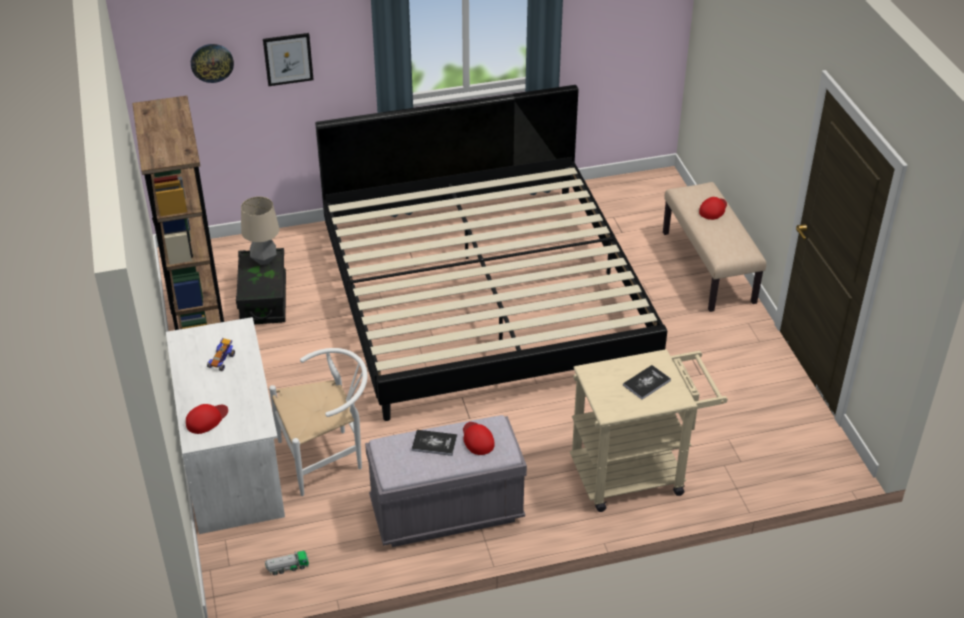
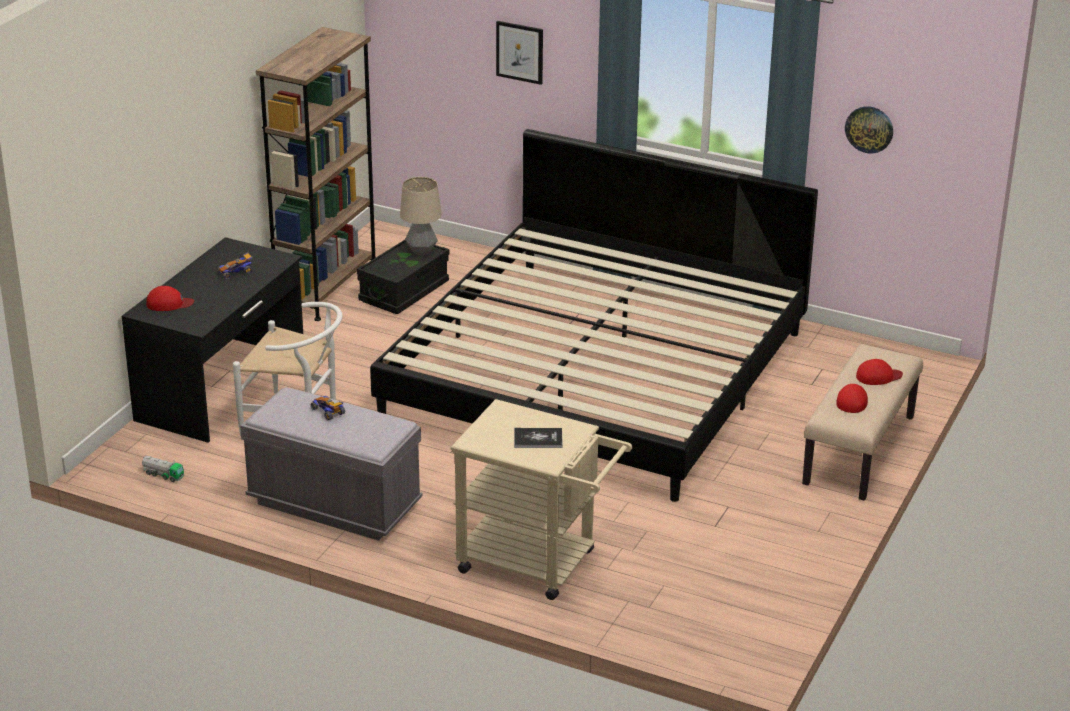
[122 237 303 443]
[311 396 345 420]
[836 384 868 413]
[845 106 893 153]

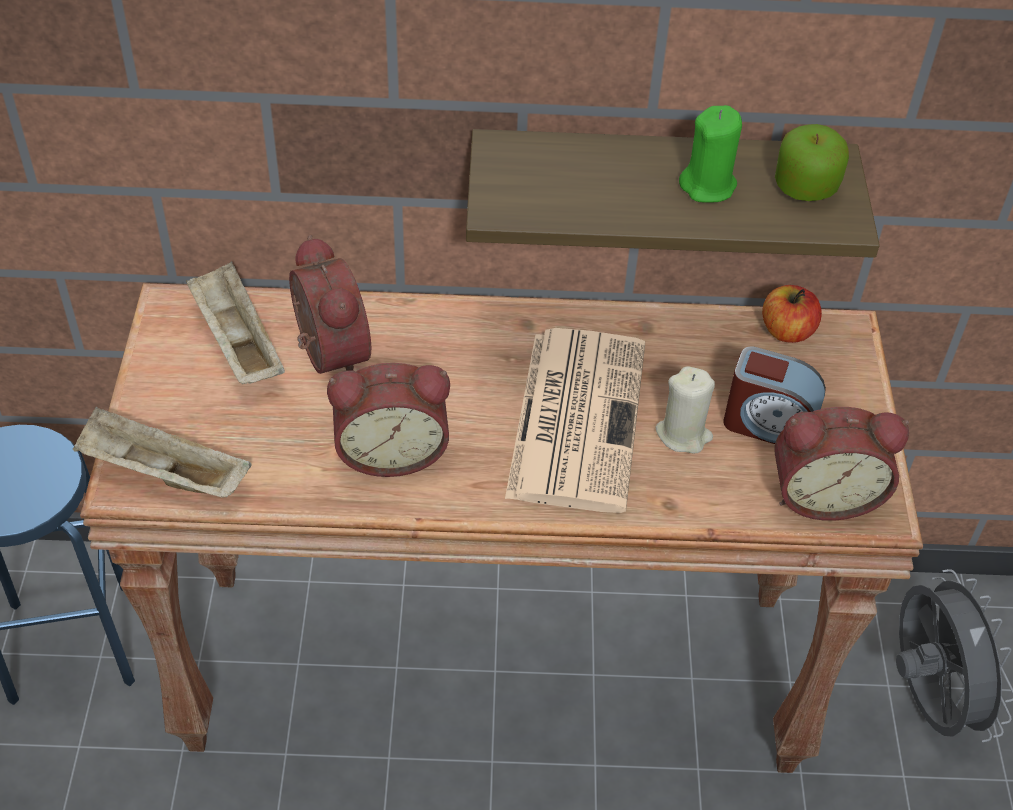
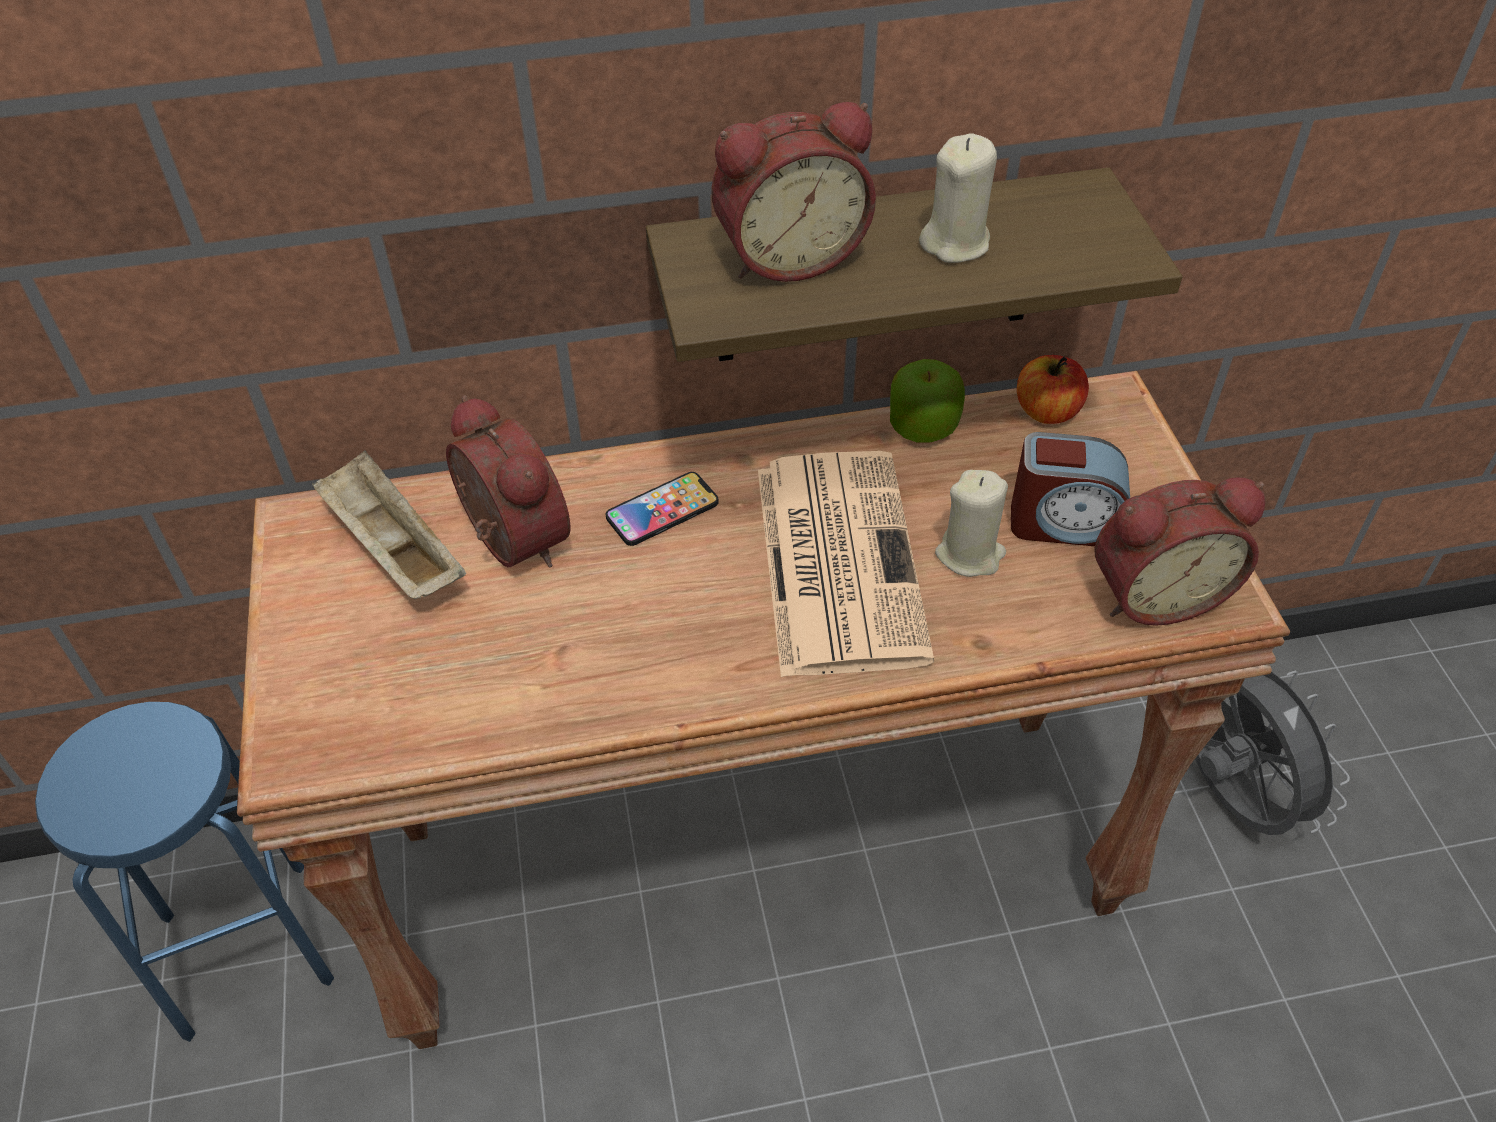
[606 472 719 546]
[711 102 876 282]
[890 359 965 443]
[919 134 997 263]
[73 406 251 497] (first image)

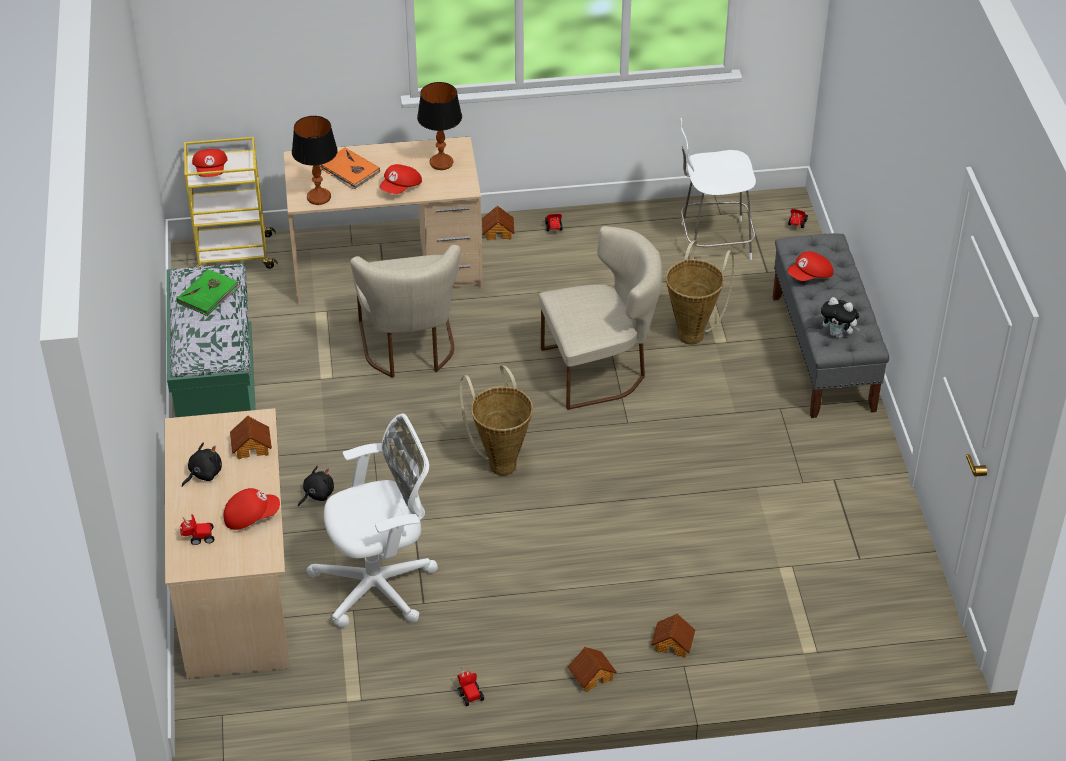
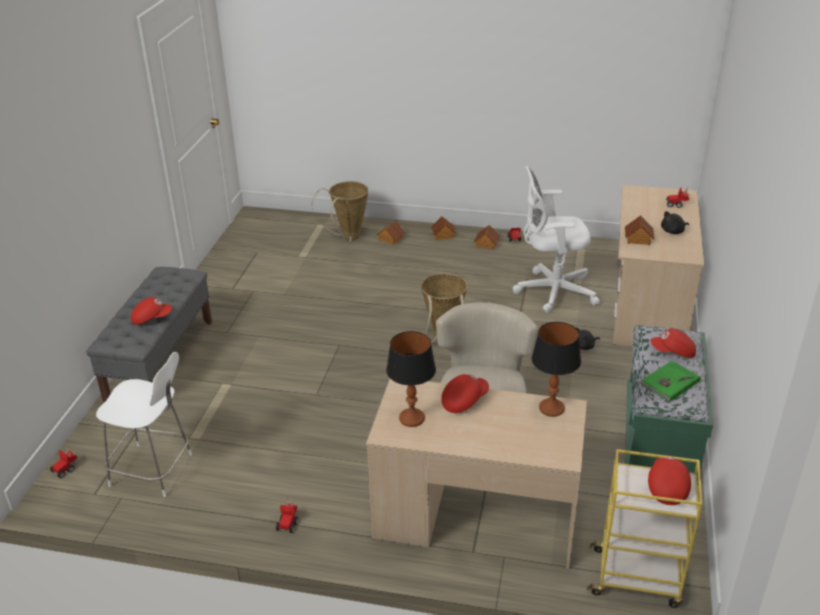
[312 181 368 242]
[474 225 500 250]
[650 329 696 358]
[320 148 380 189] (first image)
[539 226 662 410] (first image)
[821 297 860 338] (first image)

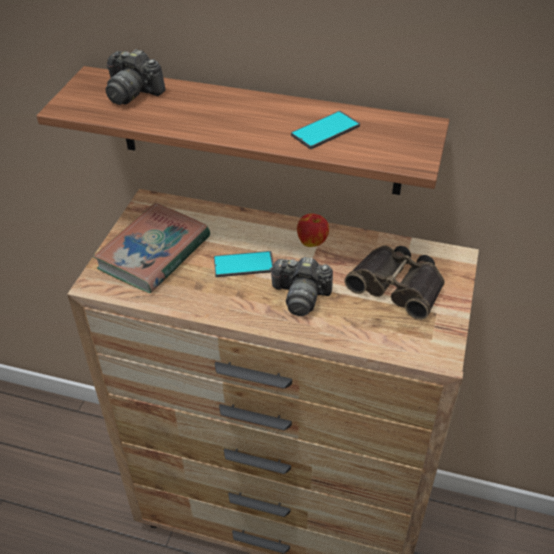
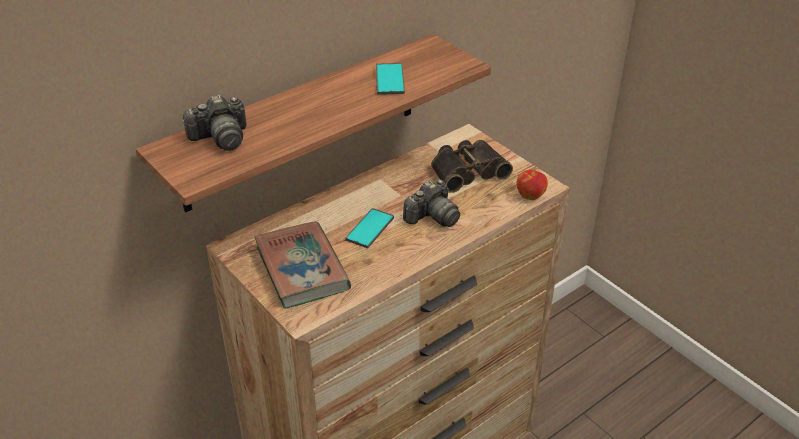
[517 170 548 200]

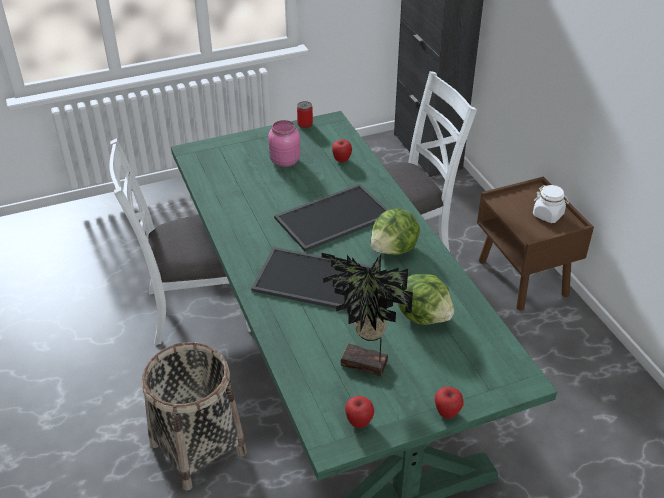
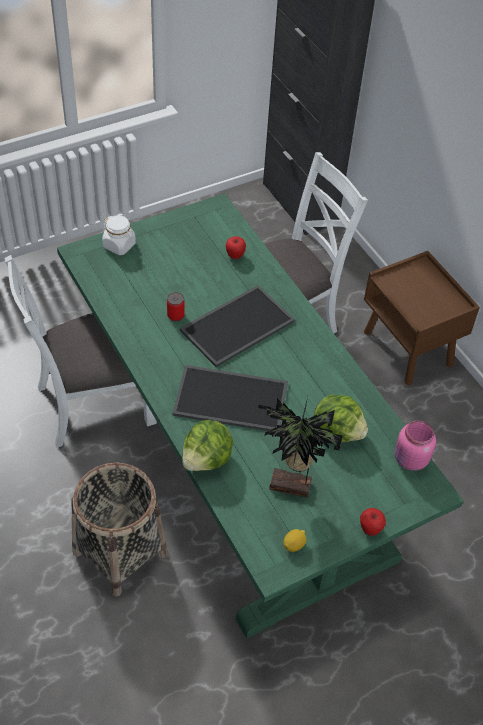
[102 215 136 255]
[167 292 185 321]
[182 420 233 471]
[283 529 306 552]
[395 421 436 471]

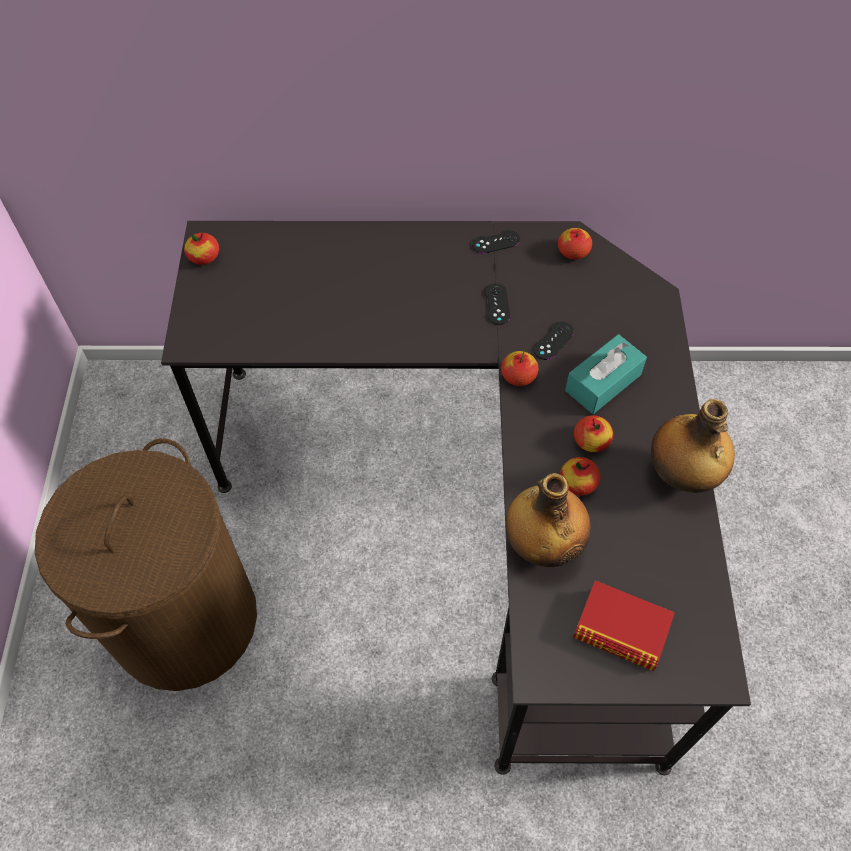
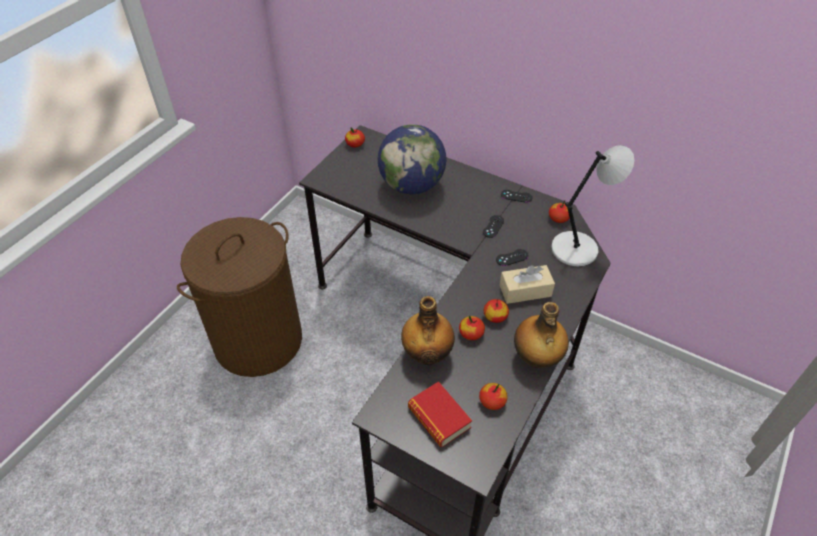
[378 124 446 194]
[479 383 508 410]
[500 265 555 304]
[551 145 634 266]

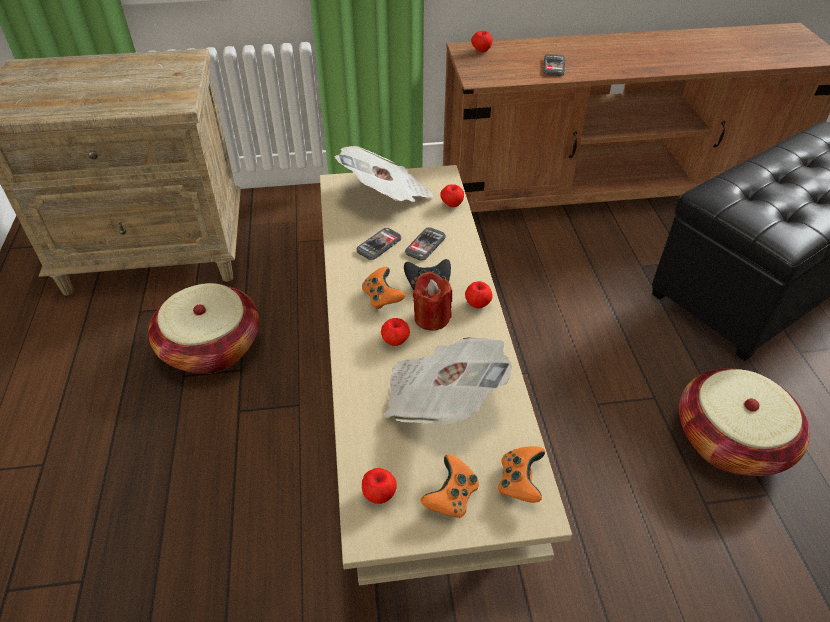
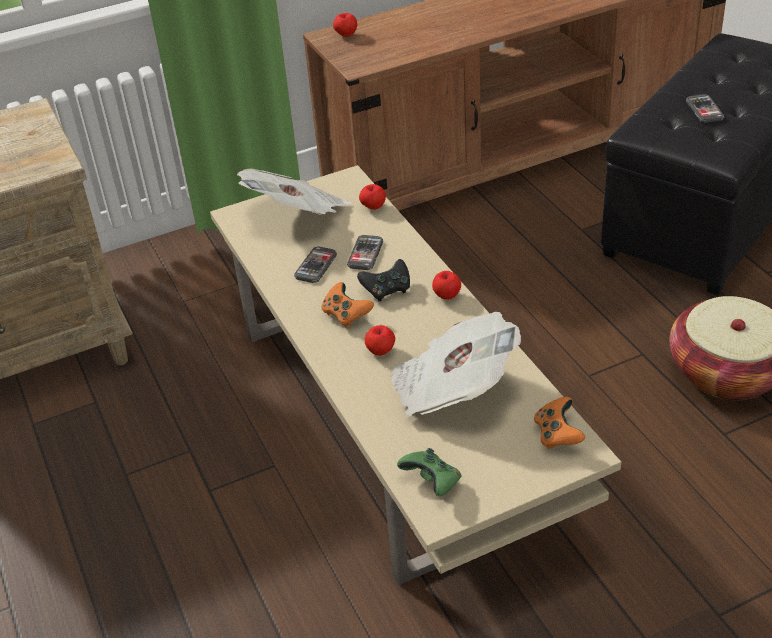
[397 448 462 496]
[686 94 724 123]
[148 283 259 374] (first image)
[413 271 452 331] (first image)
[421 454 479 518] (first image)

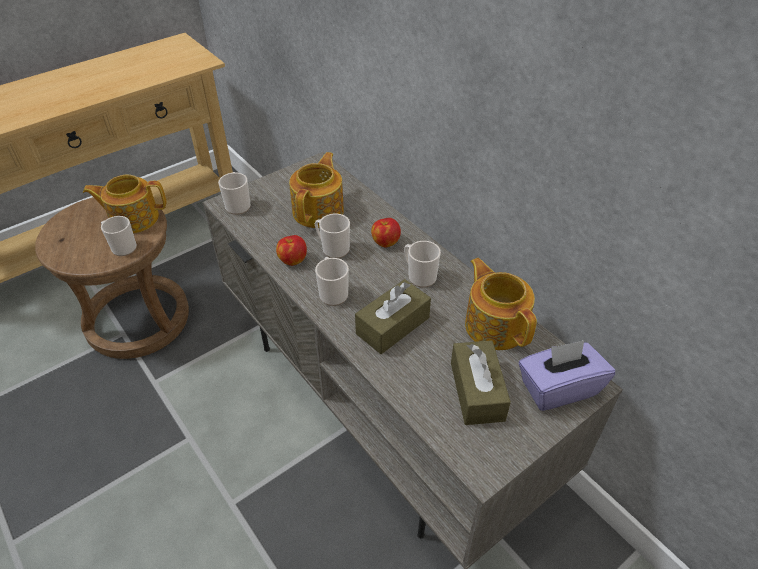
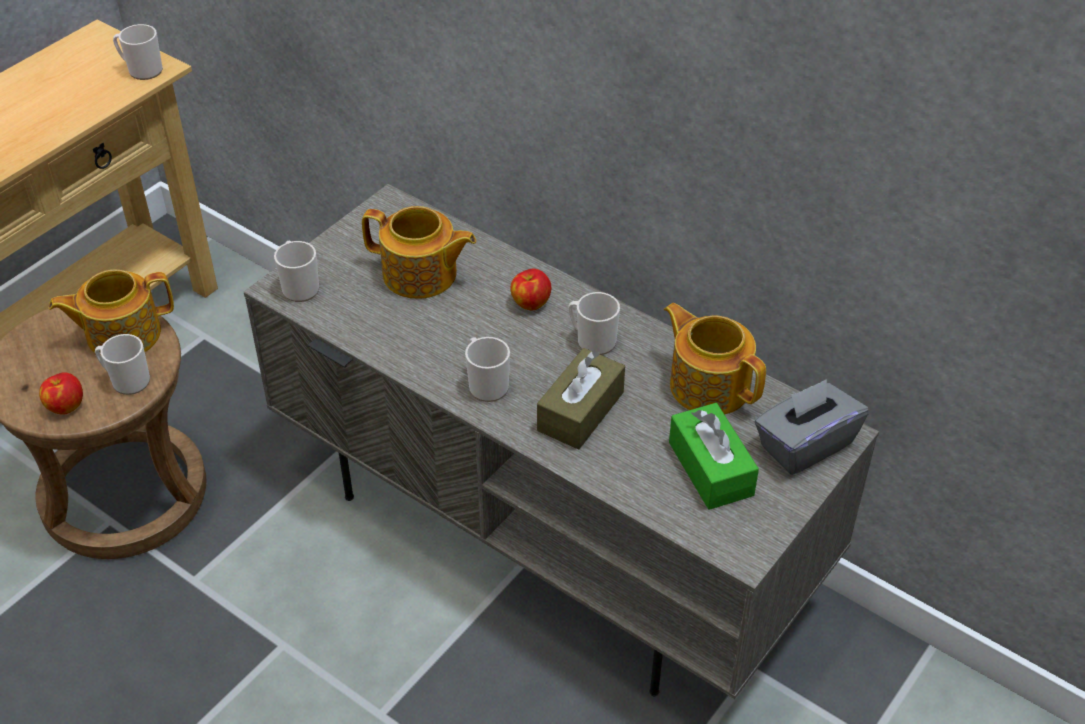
[39 372 83 415]
[113 24 163 80]
[362 206 476 299]
[669 403 759 510]
[754 379 869 475]

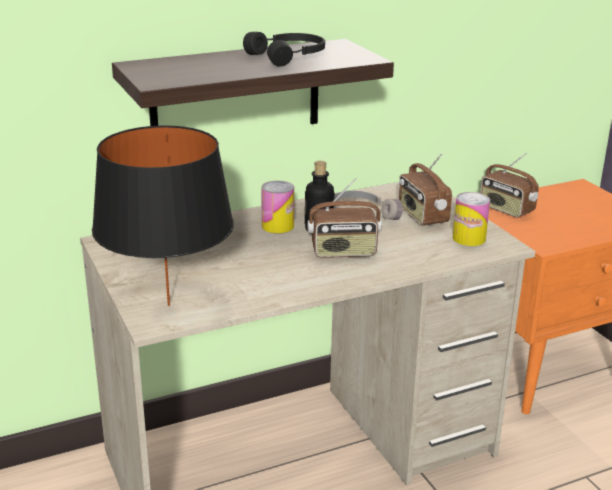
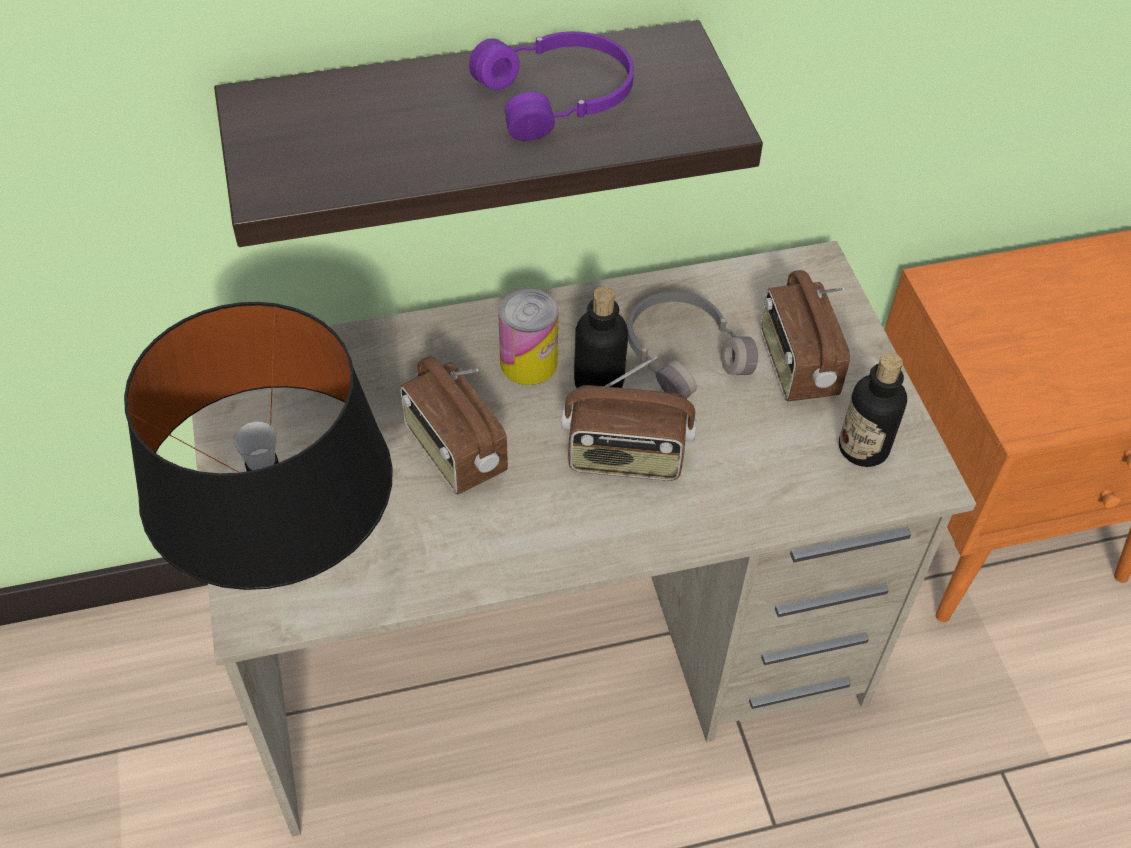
[400 356 508 494]
[469 31 634 141]
[839 353 907 467]

